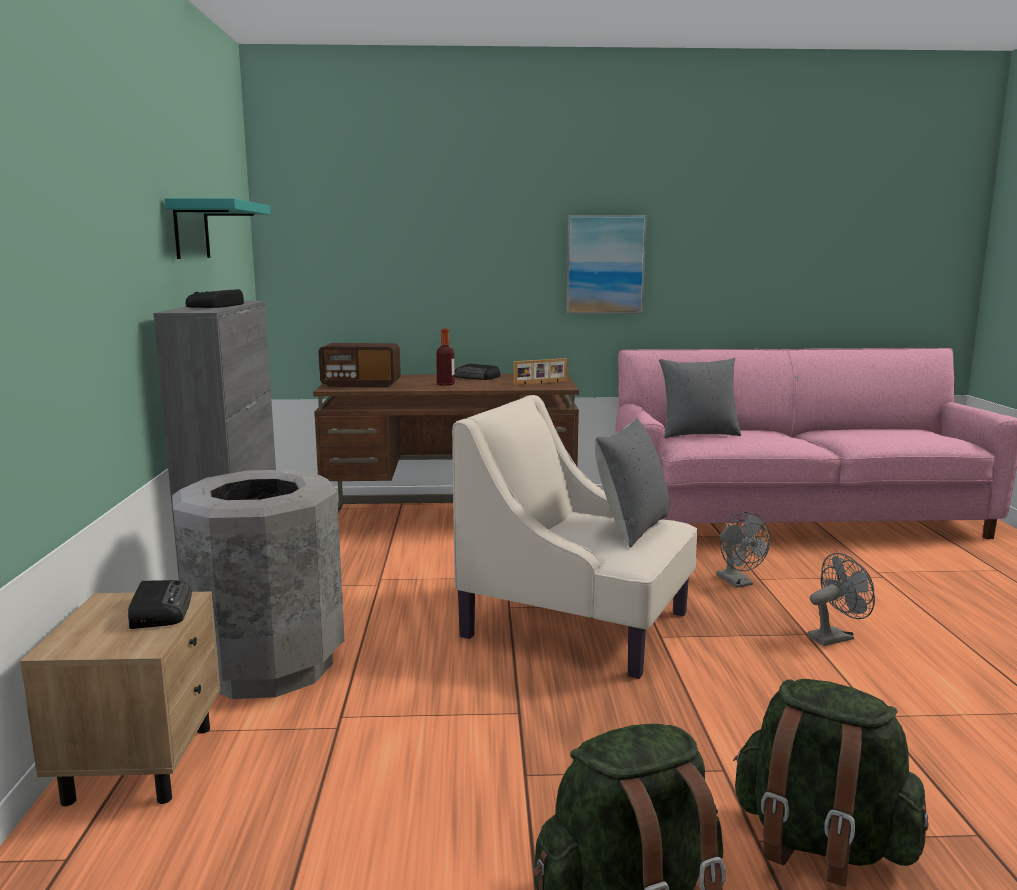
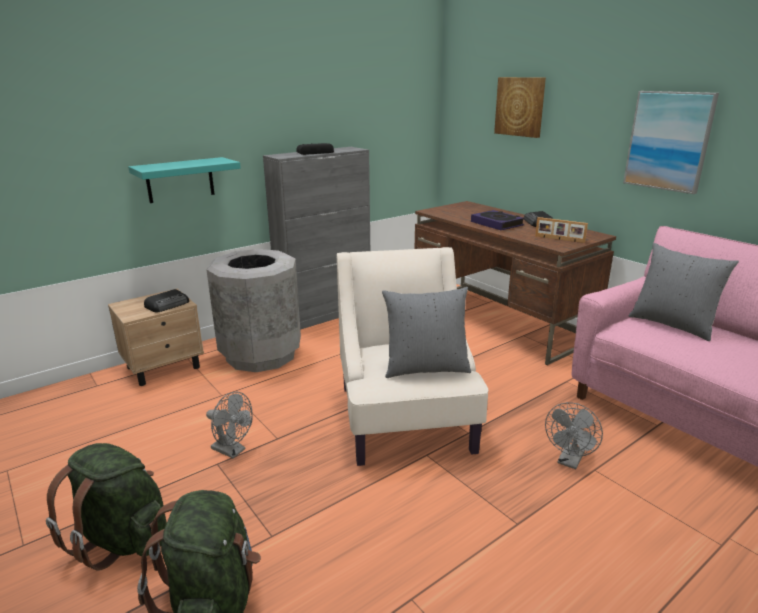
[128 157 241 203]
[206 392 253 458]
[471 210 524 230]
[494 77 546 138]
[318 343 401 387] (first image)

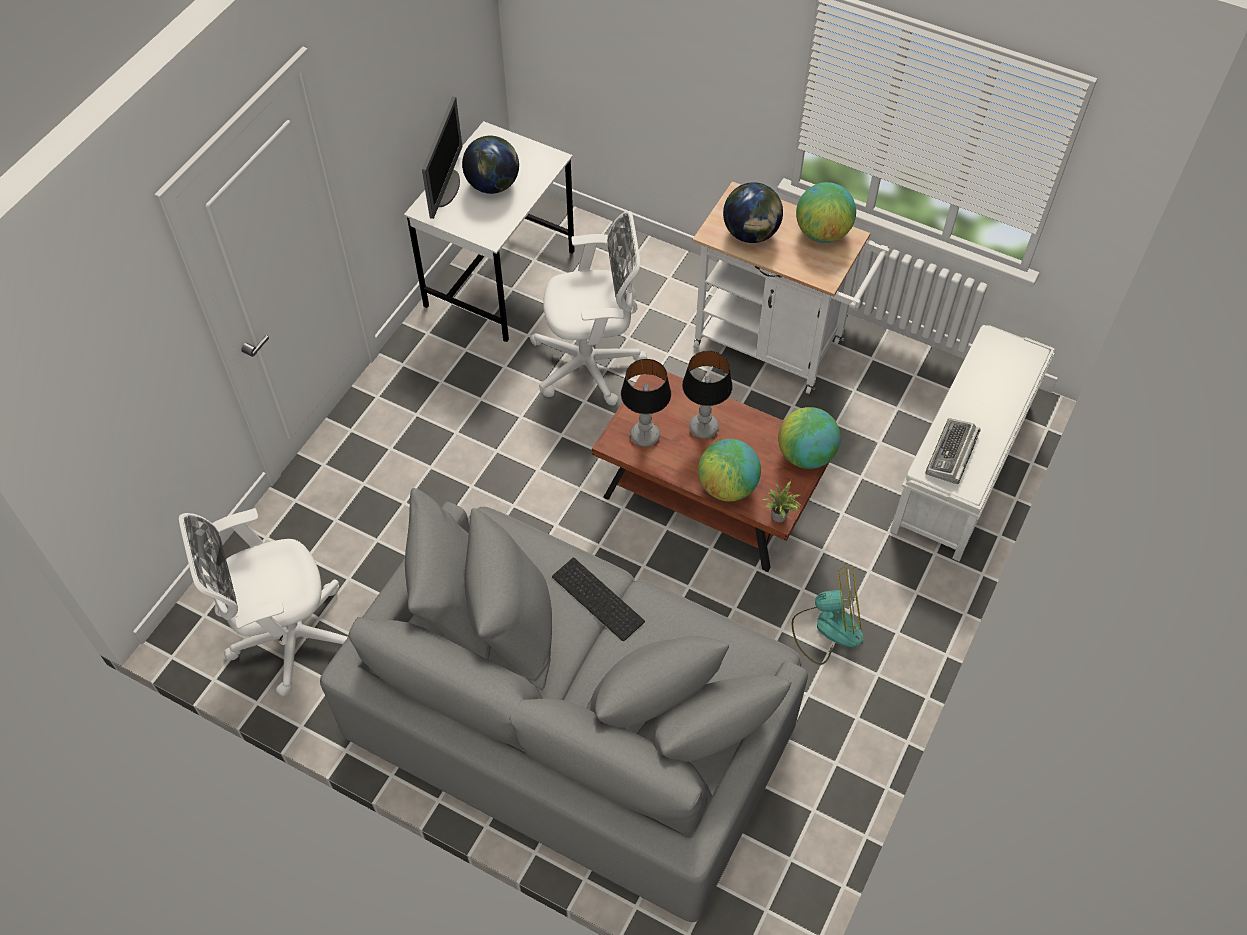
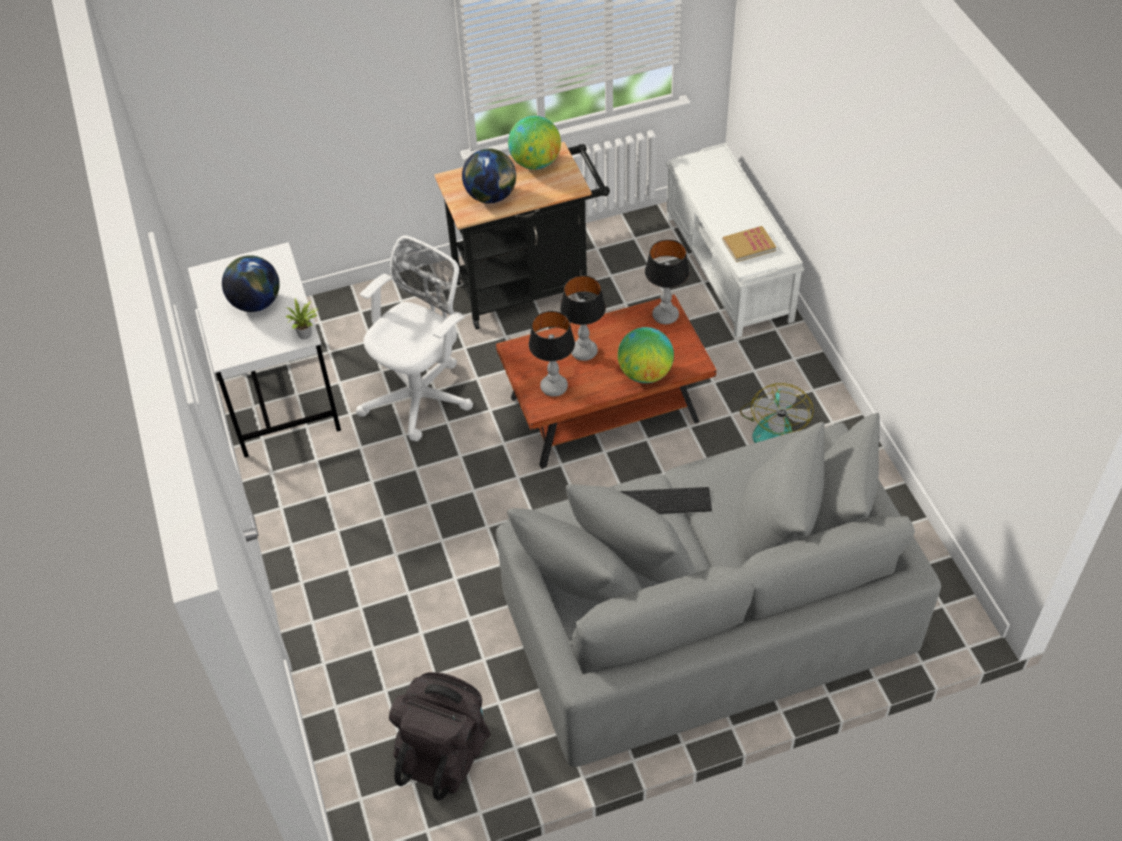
[285 298 318 339]
[389 672 490 801]
[434 142 610 330]
[645 240 690 324]
[723 226 776 262]
[740 383 814 443]
[422 97 462 219] (first image)

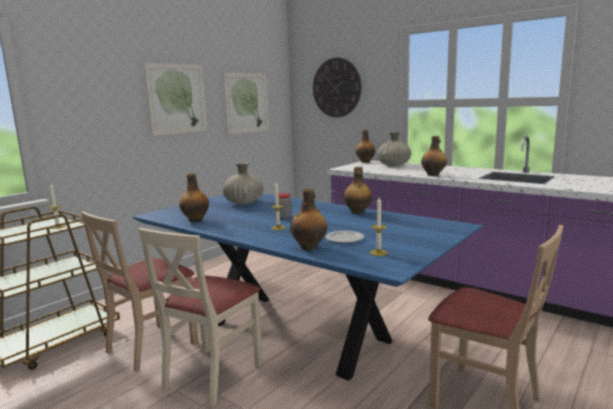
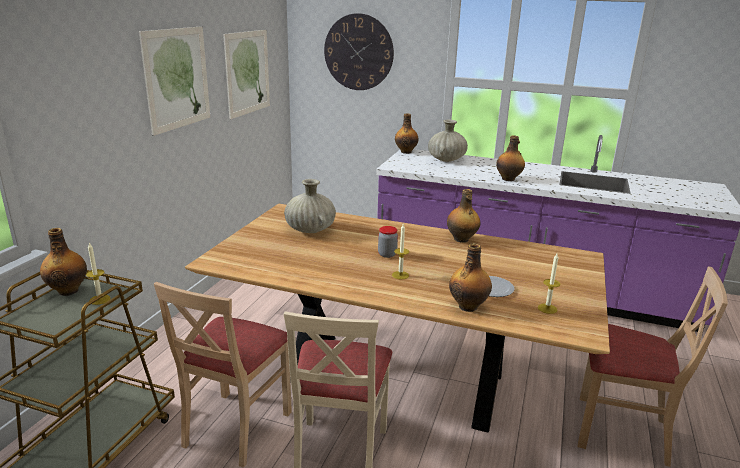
[40 228 87 296]
[185 204 610 432]

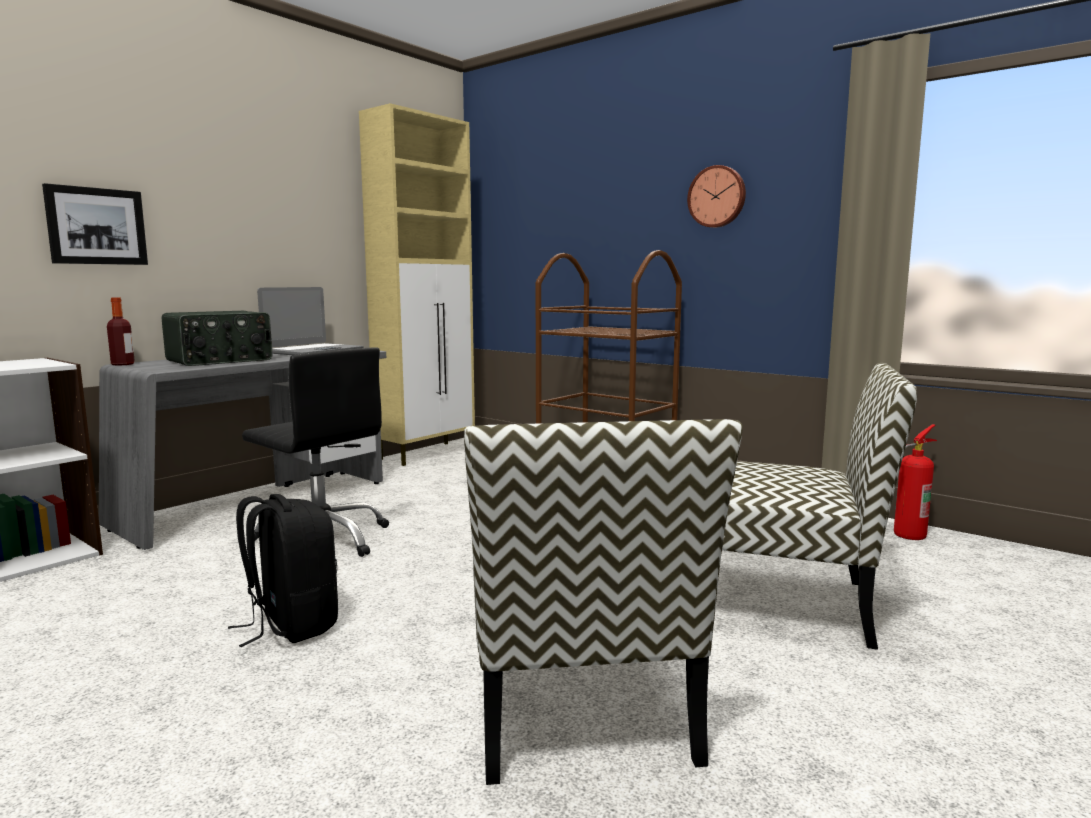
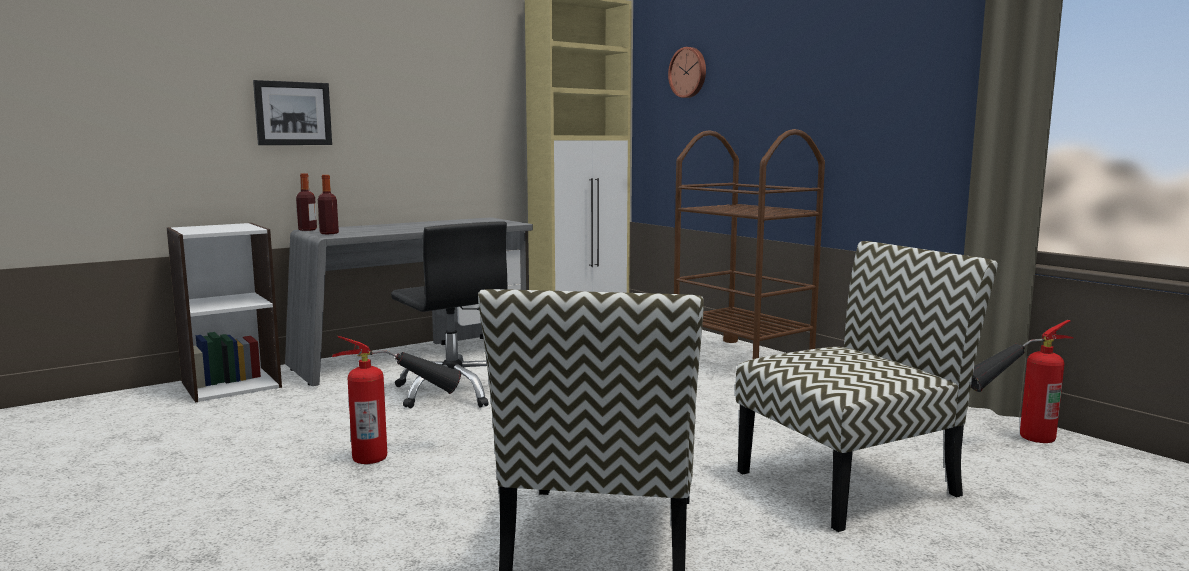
[318 175 339 234]
[332 336 461 464]
[668 47 706 98]
[735 241 998 532]
[162 311 272 366] (first image)
[257 287 364 355] (first image)

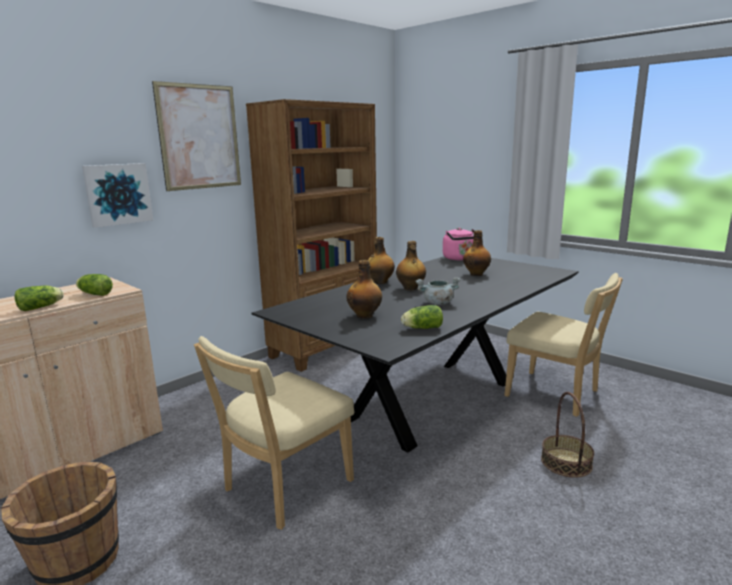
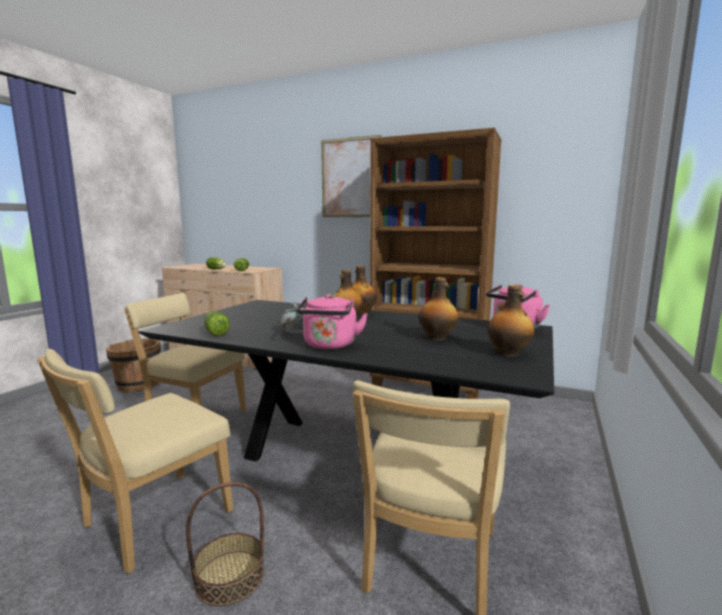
[37 349 233 574]
[297 294 368 349]
[487 285 534 357]
[82 163 153 228] (first image)

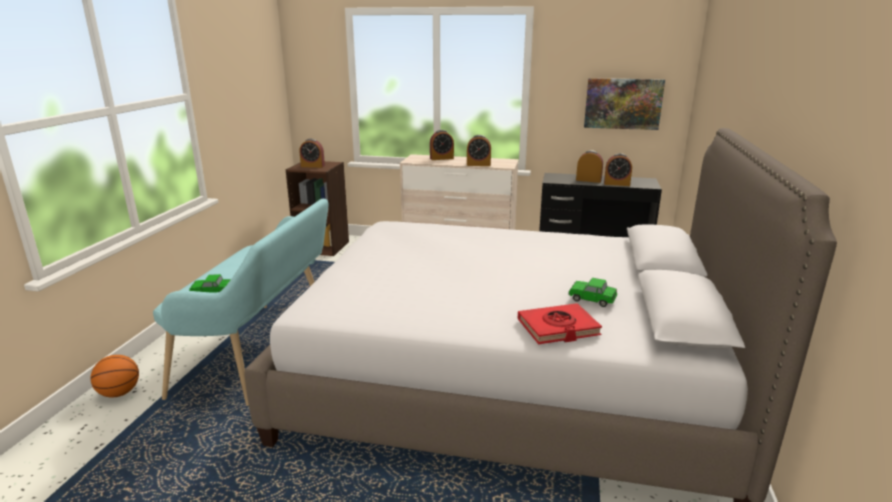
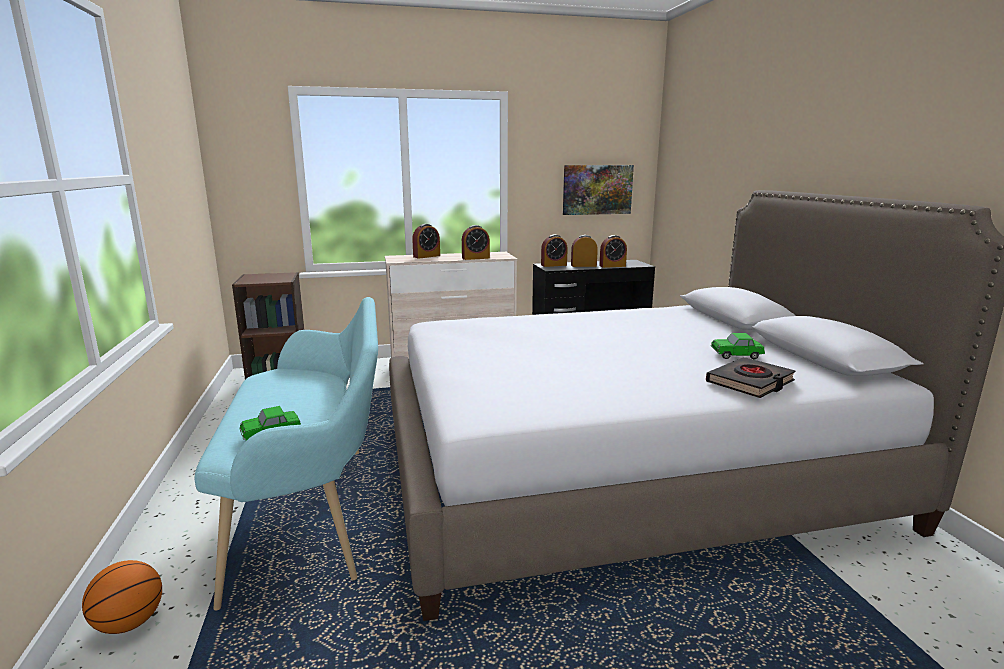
[541 234 568 267]
[706 357 795 398]

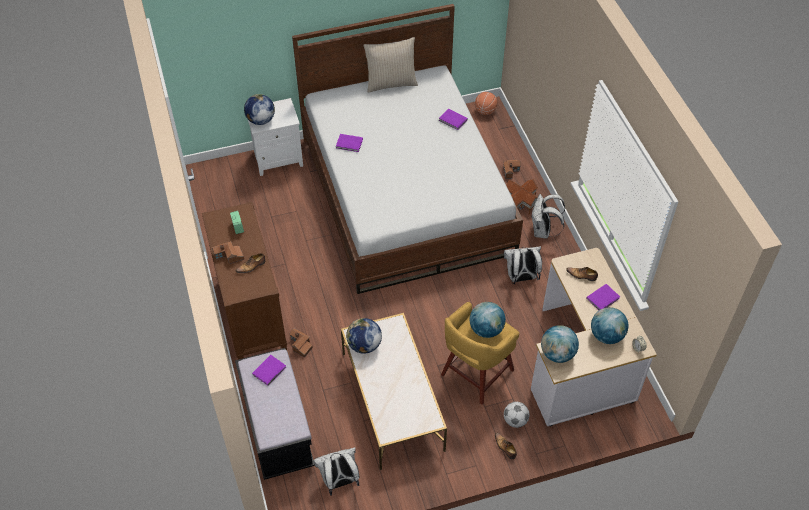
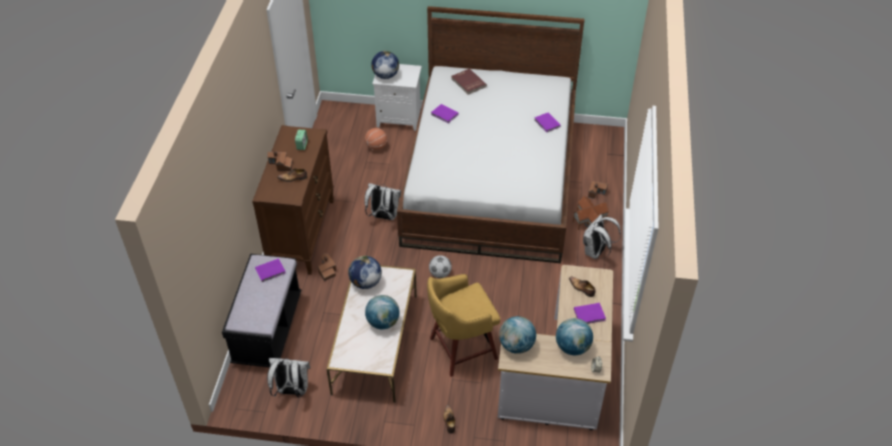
[364 183 401 220]
[365 128 387 151]
[365 295 400 329]
[429 255 452 278]
[451 68 487 95]
[363 37 418 93] (first image)

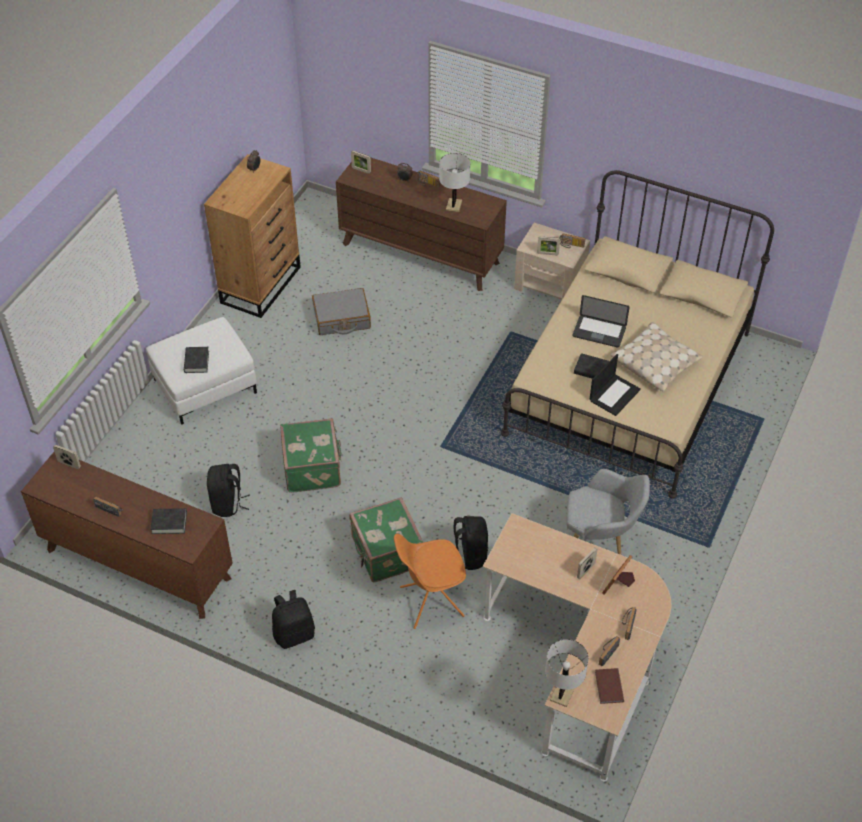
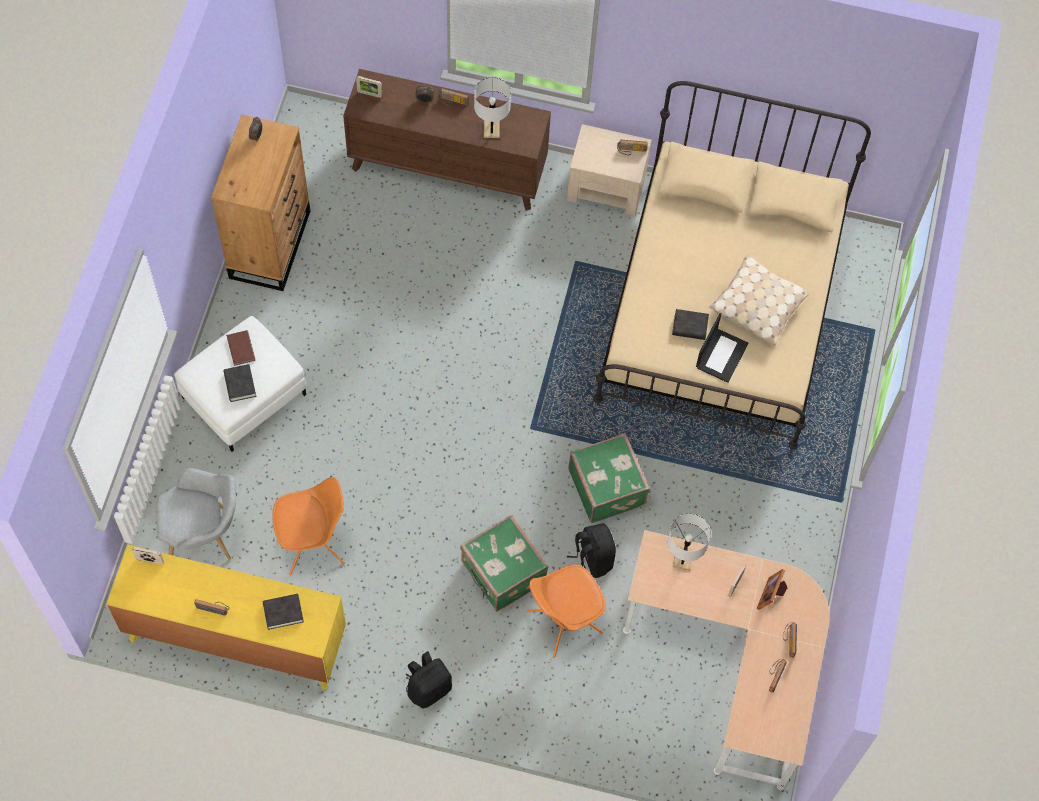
[107 545 346 690]
[156 468 236 560]
[226 330 255 366]
[272 477 345 575]
[568 433 650 523]
[668 513 711 570]
[312 288 371 335] (first image)
[537 236 560 255] (first image)
[573 295 630 348] (first image)

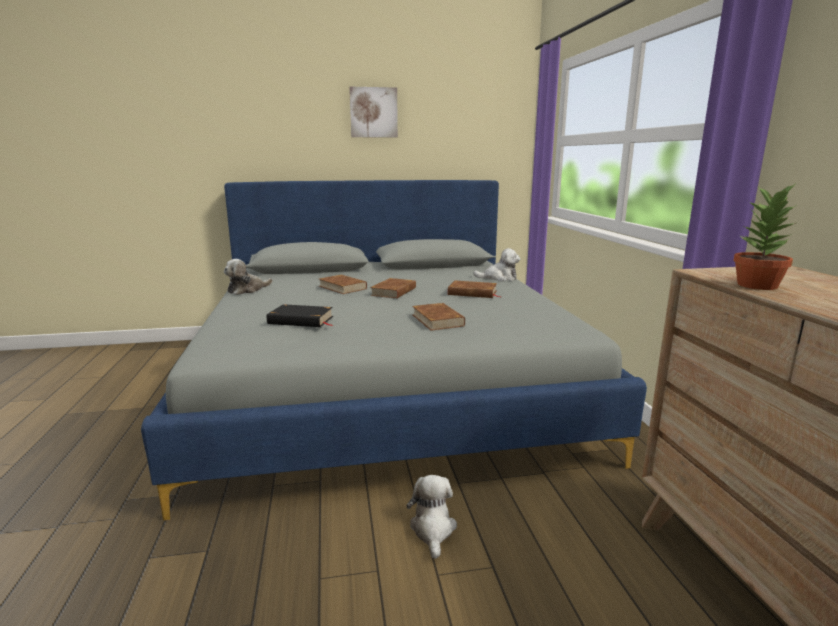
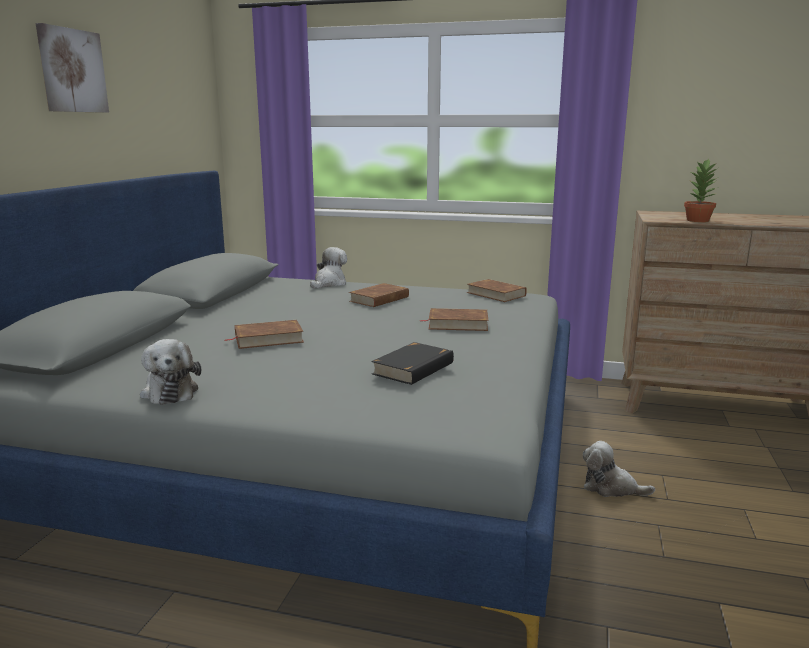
[467 279 527 302]

